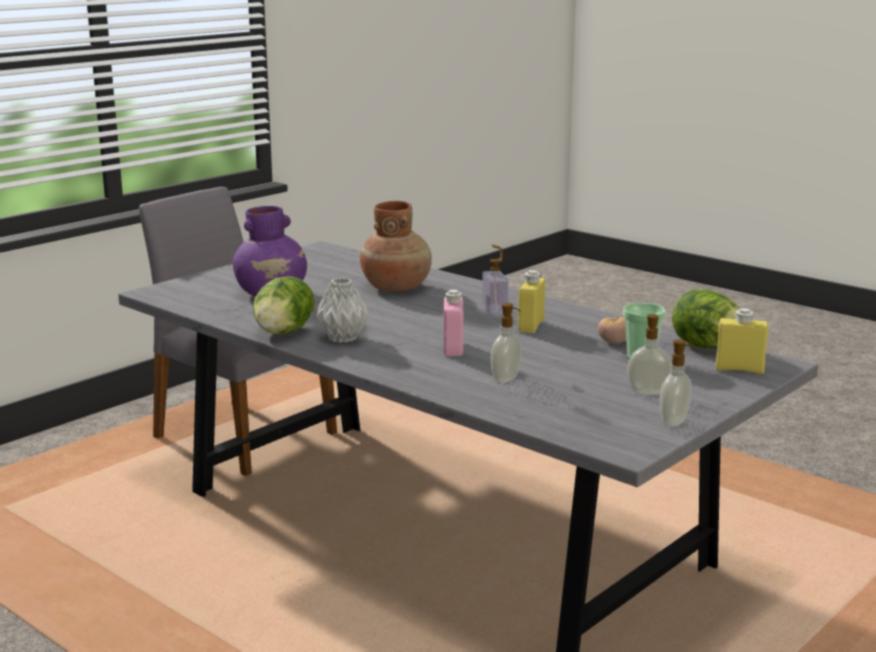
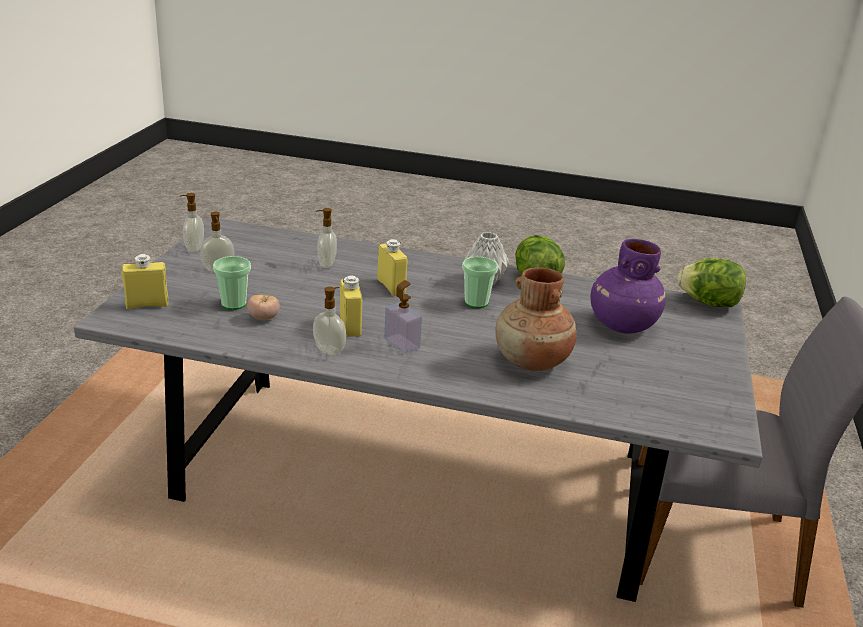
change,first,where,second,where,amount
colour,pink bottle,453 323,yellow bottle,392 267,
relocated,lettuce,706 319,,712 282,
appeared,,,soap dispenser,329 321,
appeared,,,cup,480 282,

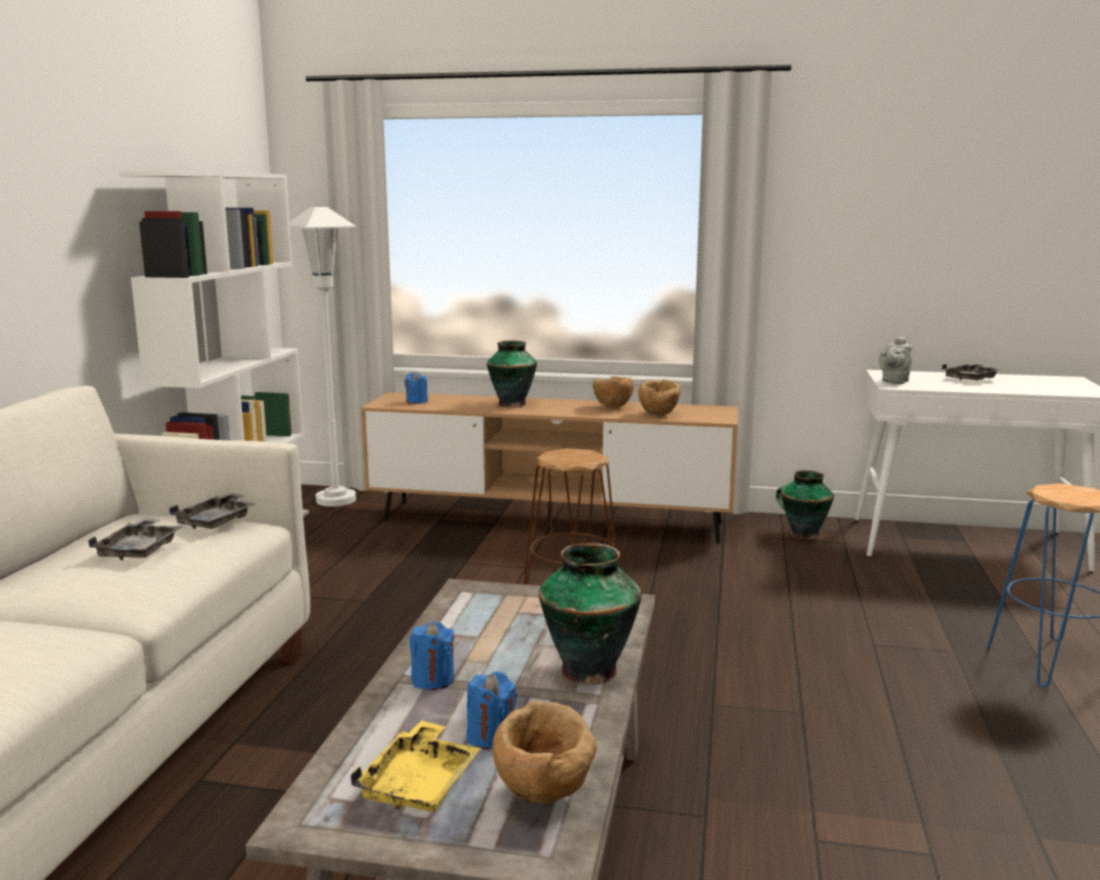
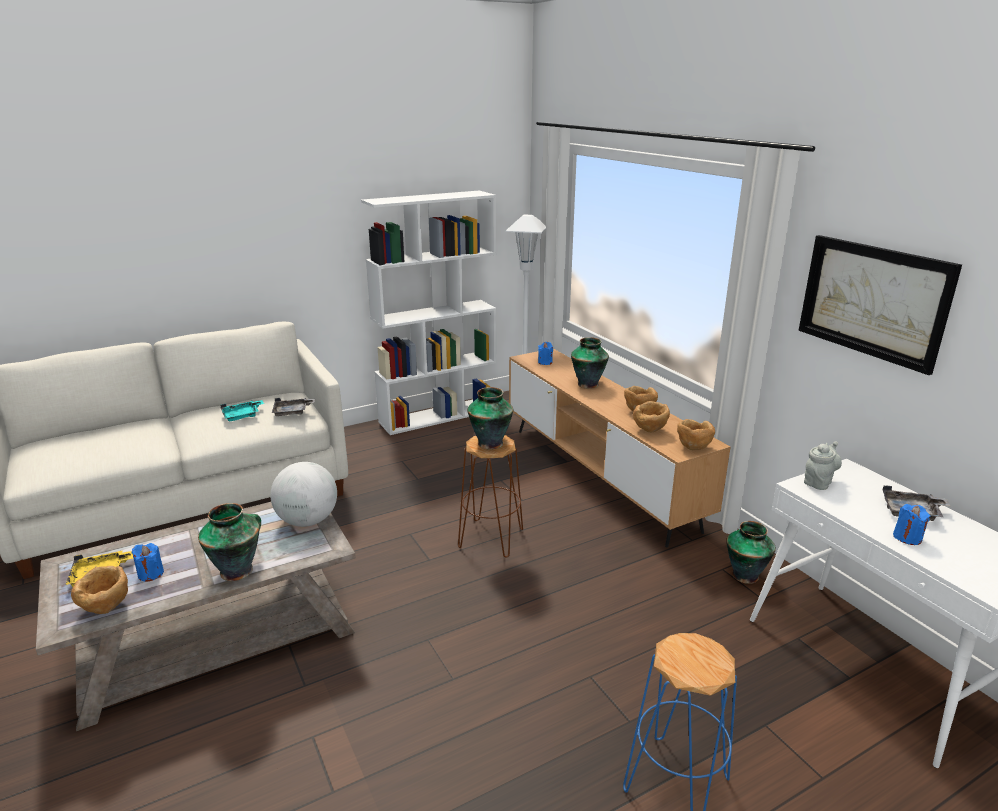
change,first,where,second,where,amount
colour,grey tray,135 539,turquoise tray,242 410,
relocated,blue candle,431 655,,911 524,
spun,grey teapot,895 360,,823 465,135 degrees clockwise
appeared,,,globe,303 494,
appeared,,,vase,490 418,
appeared,,,brown bowl,696 434,
appeared,,,picture,880 305,

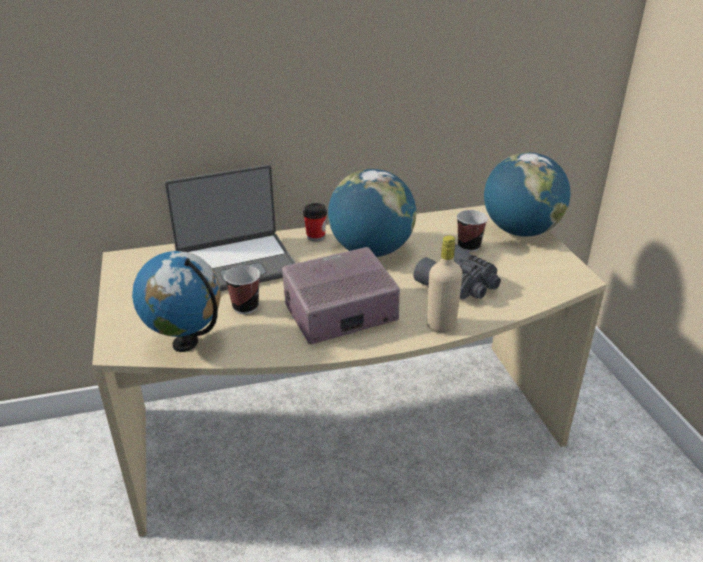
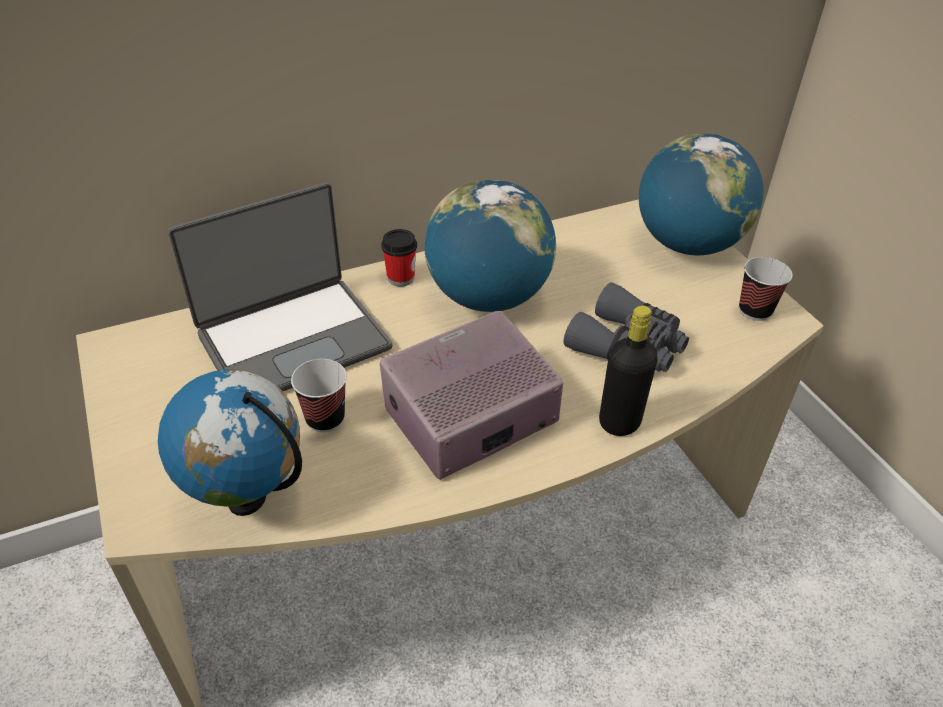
change,first,where,second,where,amount
colour,beige bottle,445 284,black bottle,628 370,
relocated,cup,472 231,,766 289,

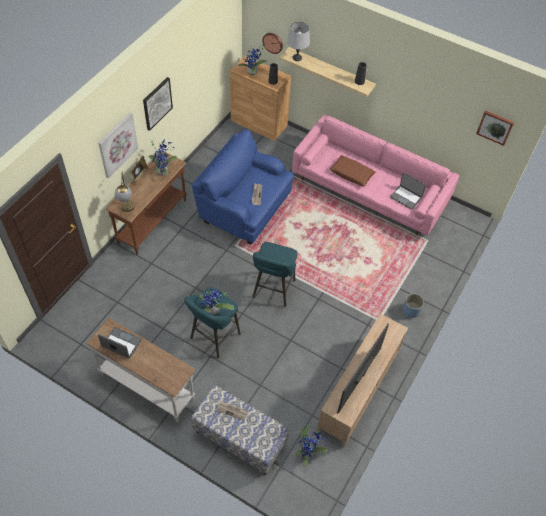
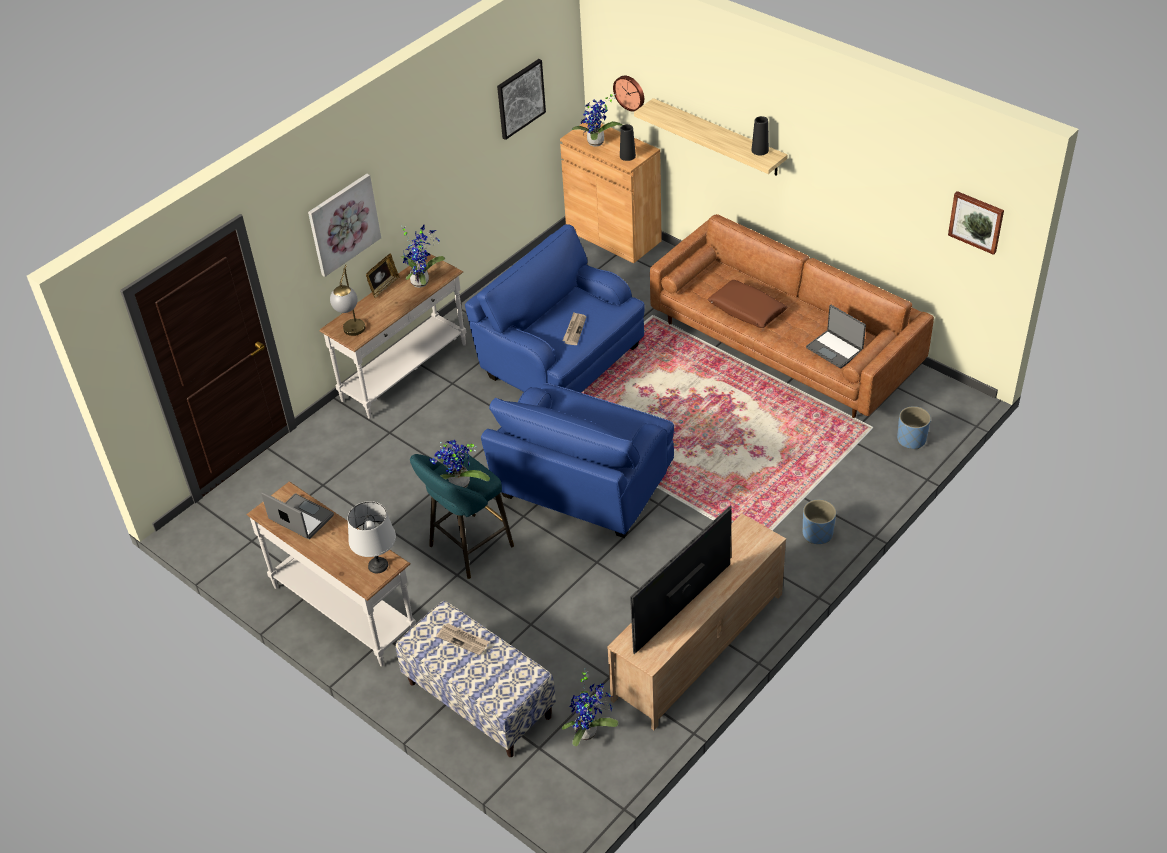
change,first,where,second,where,amount
colour,brown console table,146 203,white console table,393 336,
relocated,picture,158 104,,521 99,
exchanged,turquoise stool,275 274,blue armchair,577 460,
relocated,grey table lamp,298 41,,372 537,
colour,pink sofa,375 175,brown sofa,792 316,
appeared,,,blue planter,914 427,

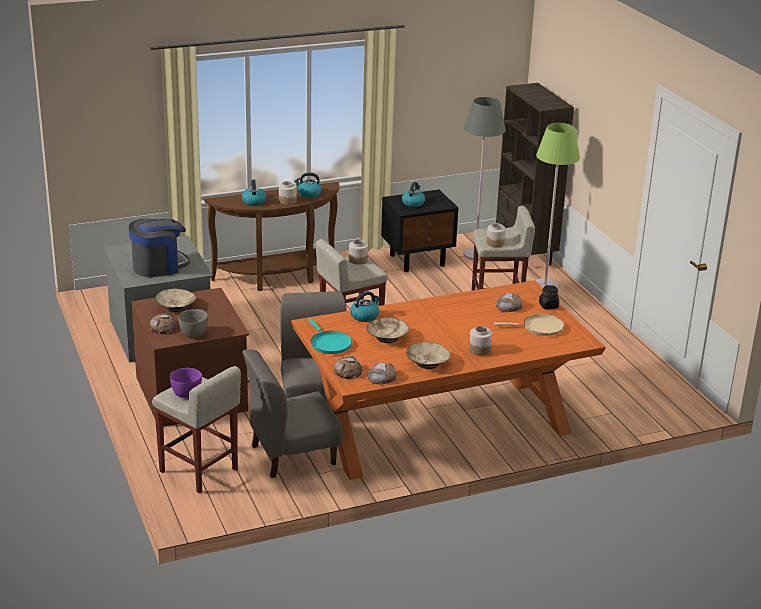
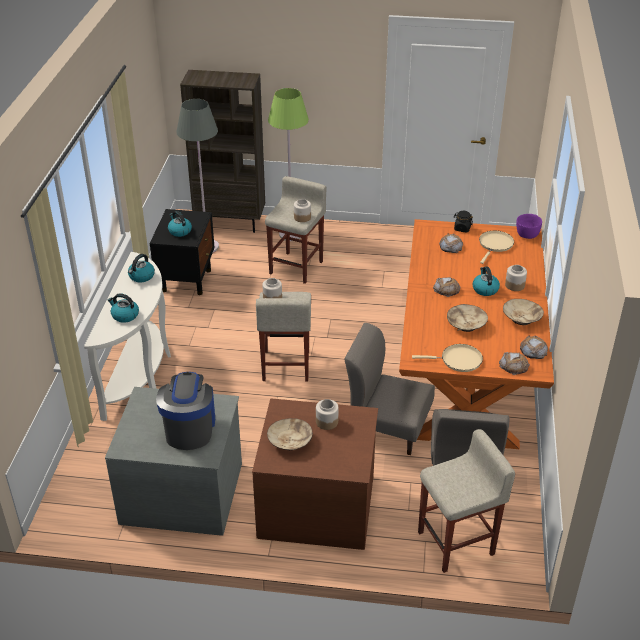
change,first,where,second,where,amount
relocated,bread,162 323,,447 287,
relocated,purple bowl,186 383,,529 226,
missing,grey bowl,193 323,,,
colour,brown console table,271 236,white console table,127 336,
relocated,jar,288 193,,327 414,
colour,turquoise frying pan,330 336,beige frying pan,447 358,
relocated,kettle,365 306,,486 281,

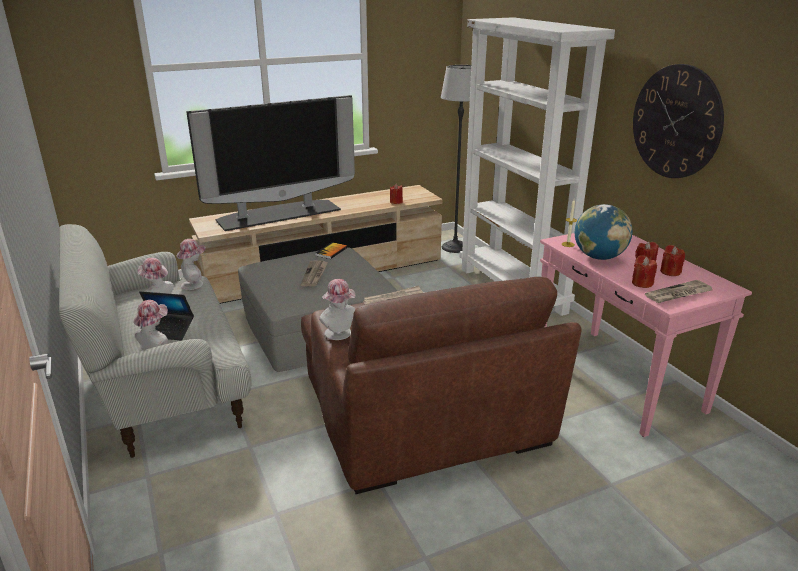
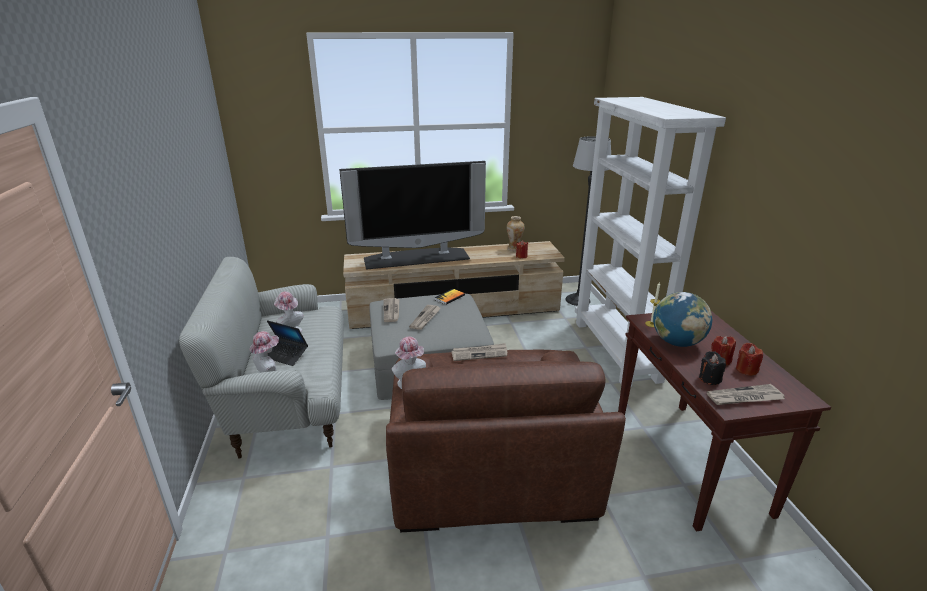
change,first,where,second,where,amount
missing,hat,191 264,,,
colour,pink console table,646 335,brown console table,724 421,
colour,red candle,644 271,black candle,712 368,
missing,wall clock,678 121,,,
appeared,,,newspaper,391 310,
appeared,,,vase,516 233,

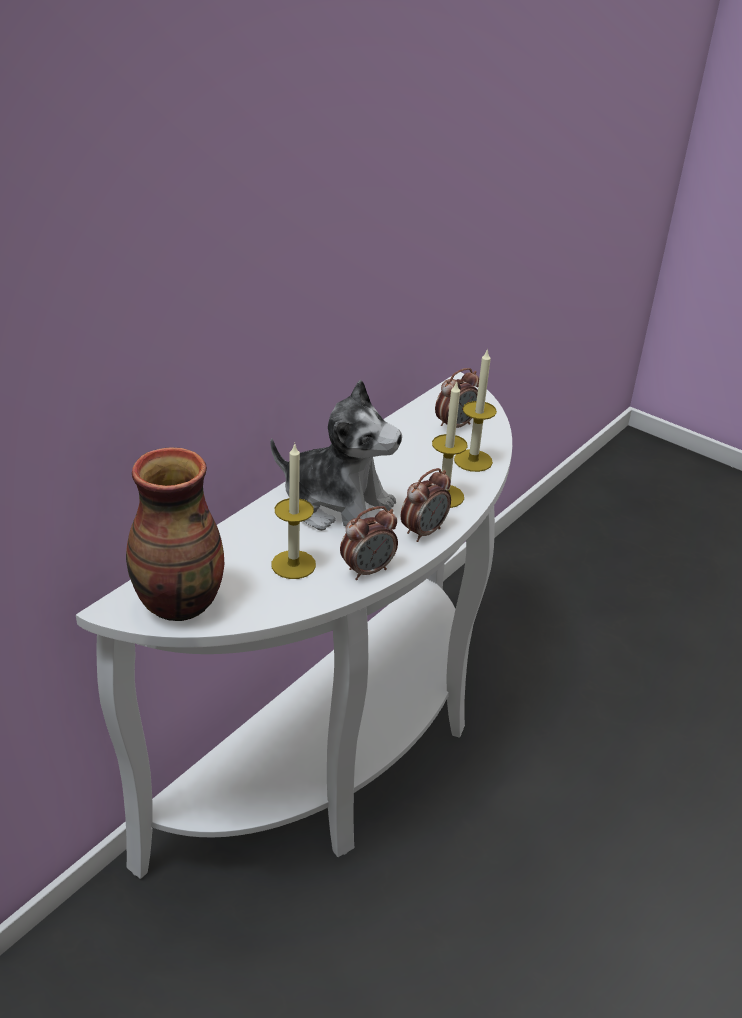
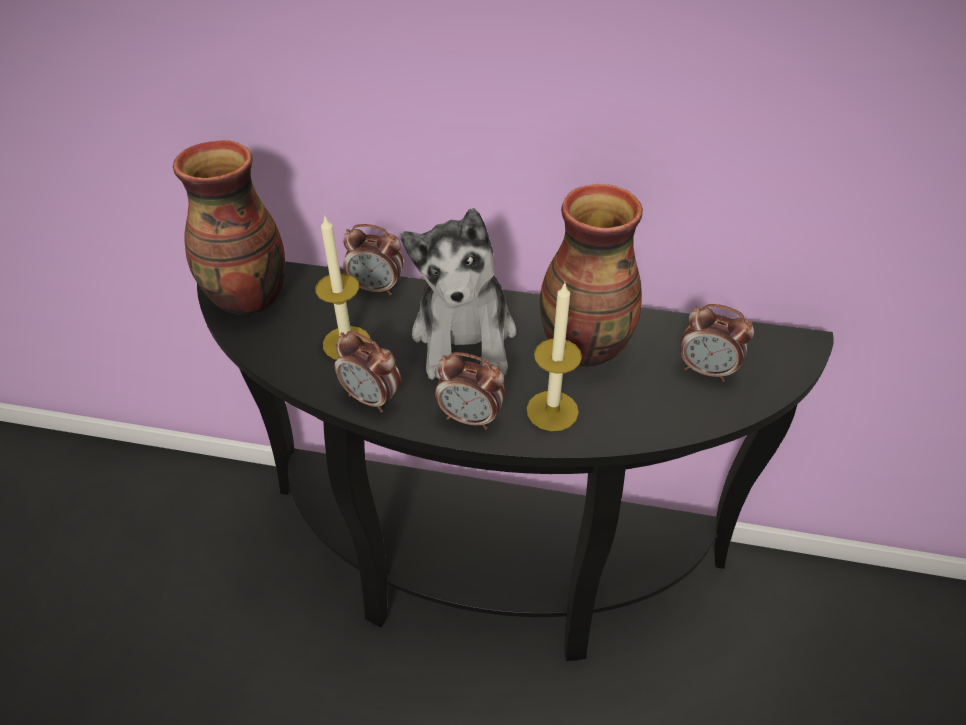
change,first,where,second,where,amount
colour,white console table,294 625,black console table,515 461,
missing,candle,475 410,,,
appeared,,,alarm clock,373 259,
appeared,,,vase,591 275,

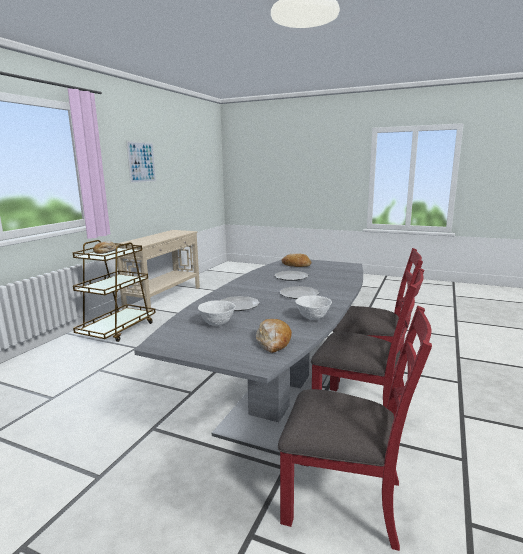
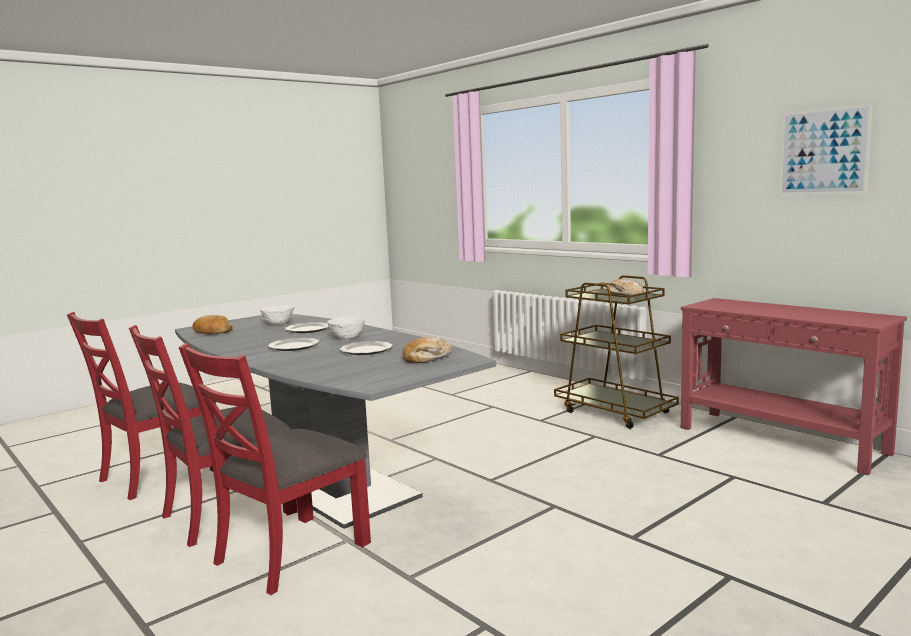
change,first,where,second,where,amount
colour,beige console table,158 270,red console table,794 386,
relocated,white bowl,313 307,,346 328,

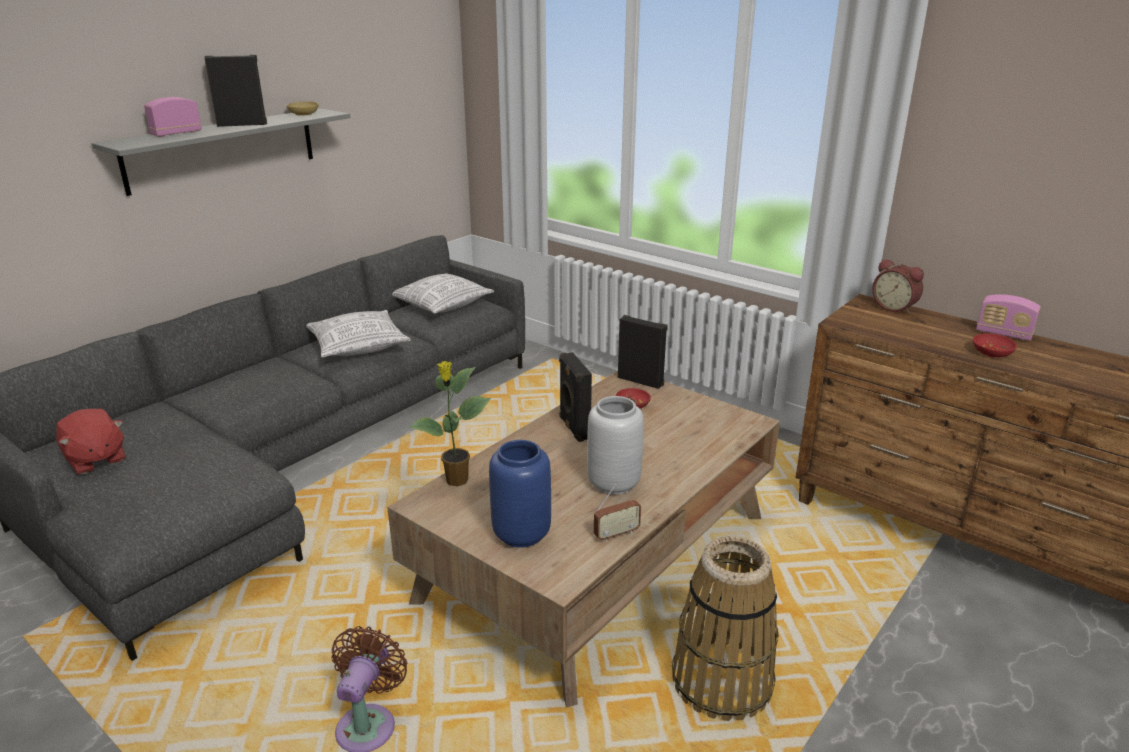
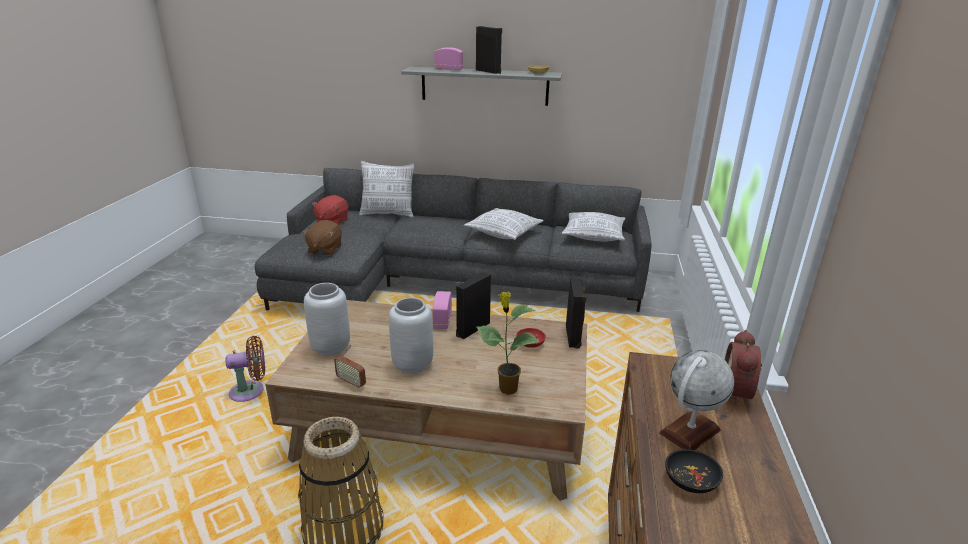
change,first,where,second,where,amount
relocated,potted plant,449 423,,508 343,
colour,blue vase,520 494,grey vase,327 319,
colour,red bowl,995 345,black bowl,694 471,
relocated,radio,1008 317,,442 310,
appeared,,,brown plush toy,322 238,
appeared,,,pillow,386 189,
appeared,,,globe,696 400,

